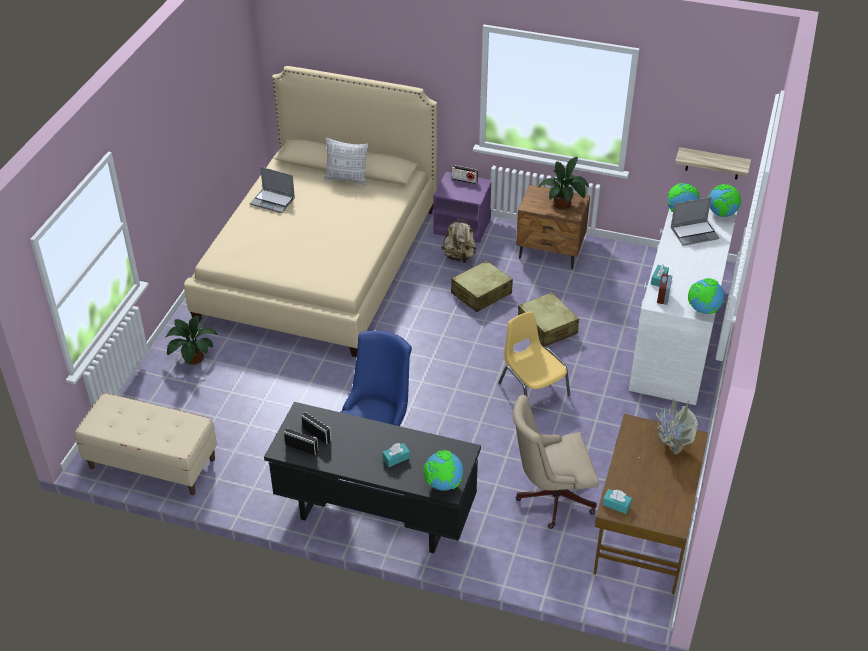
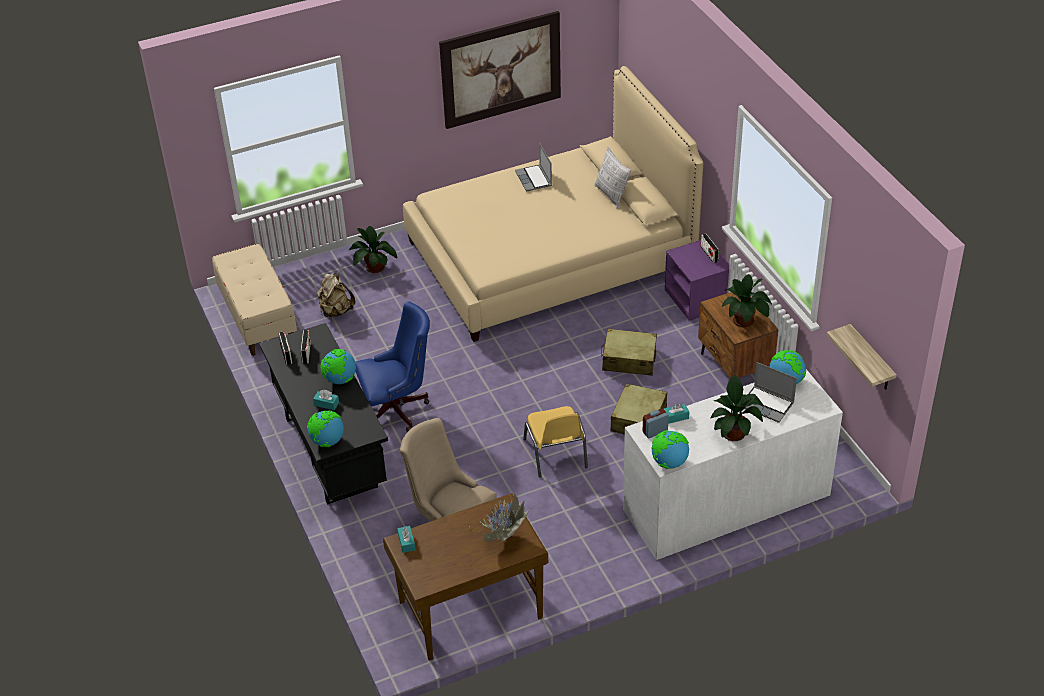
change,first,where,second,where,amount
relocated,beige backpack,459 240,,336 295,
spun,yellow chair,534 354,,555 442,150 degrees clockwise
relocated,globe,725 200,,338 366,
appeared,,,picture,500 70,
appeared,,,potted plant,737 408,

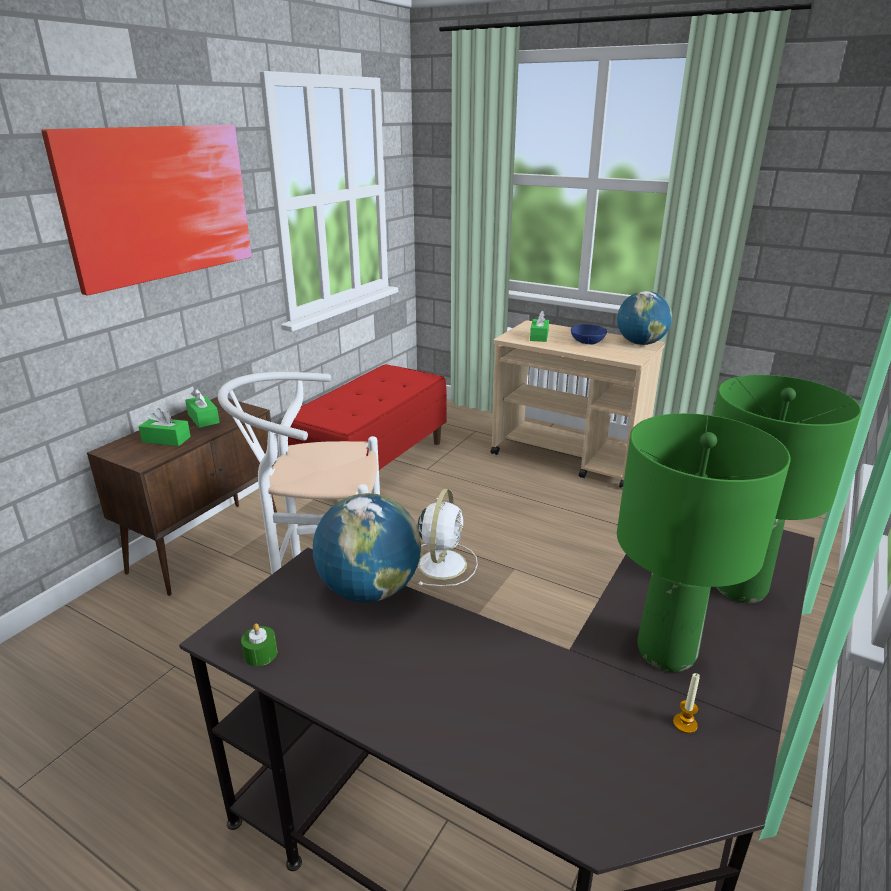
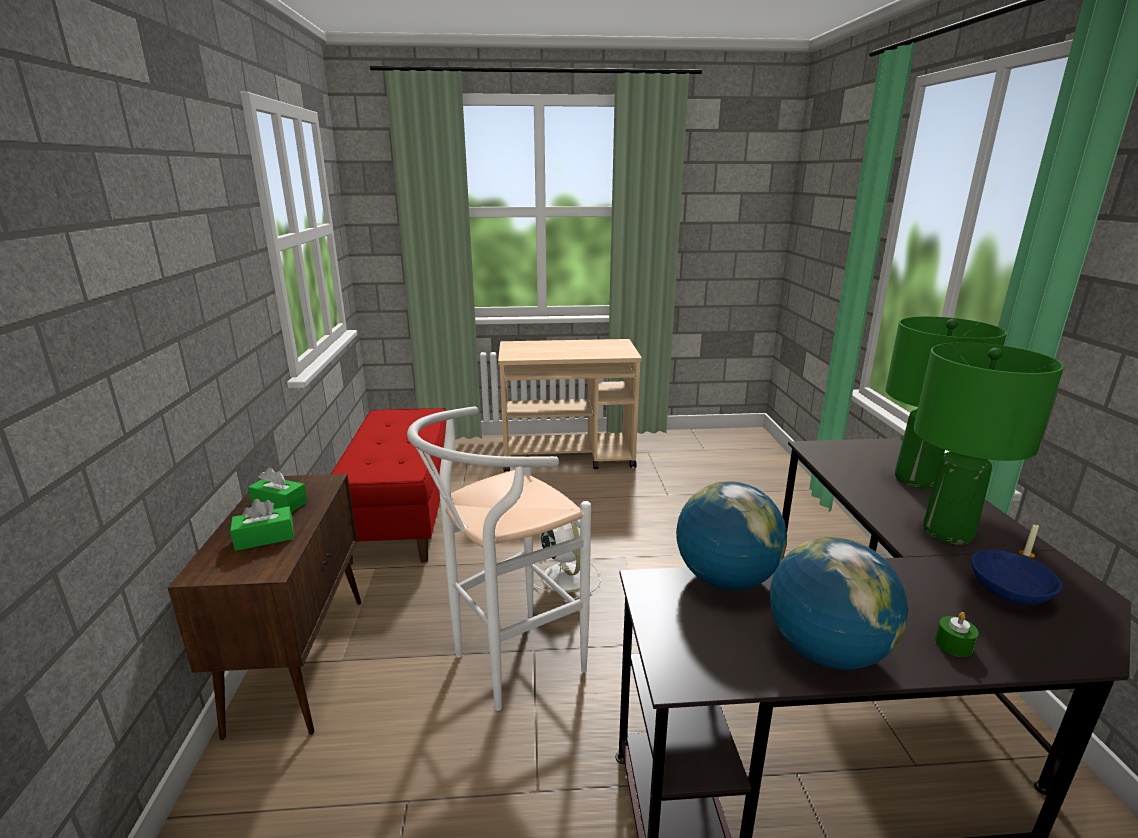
change,first,where,second,where,amount
missing,picture,146 210,,,
relocated,green candle,259 644,,957 634,
missing,green tissue box,539 326,,,
relocated,blue bowl,589 334,,1017 577,
relocated,globe,644 318,,839 603,

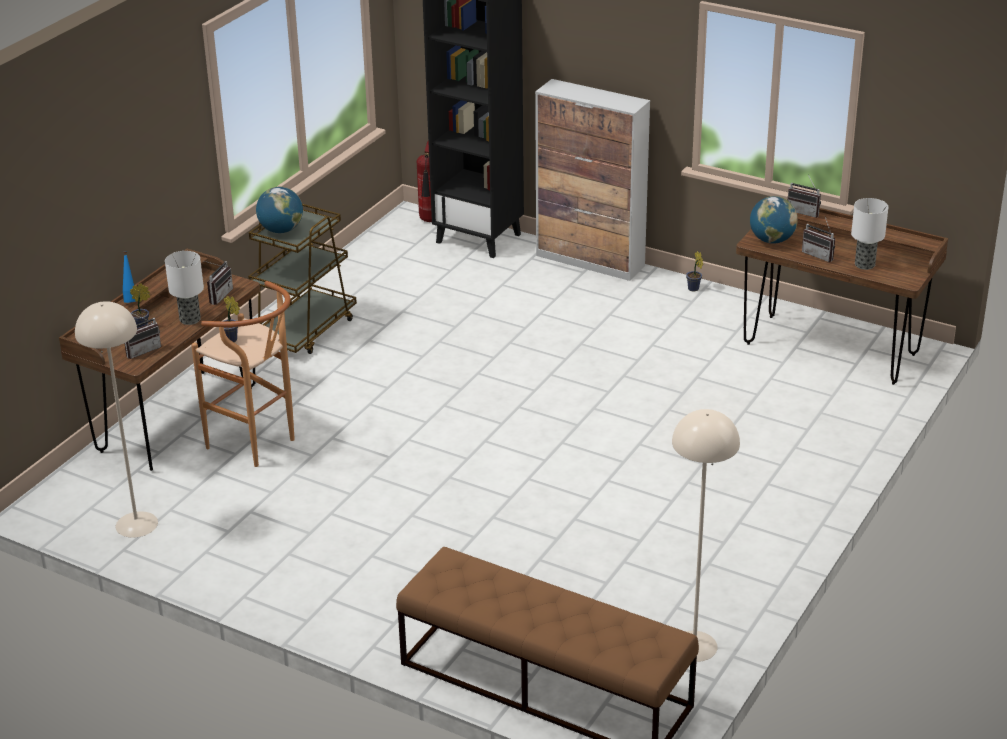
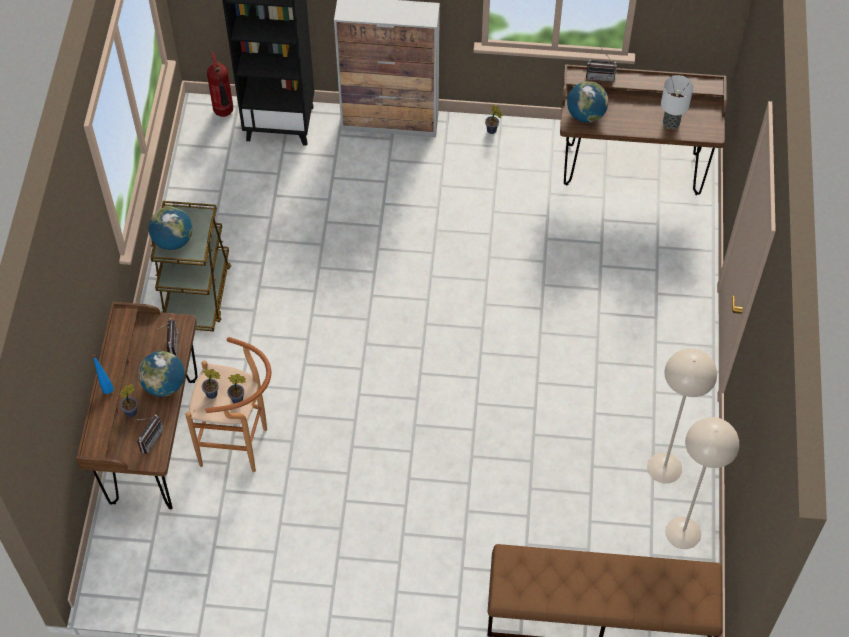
change,first,where,second,where,amount
relocated,beige floor lamp,116 419,,682 416,
exchanged,table lamp,184 288,globe,161 374,
missing,radio,818 239,,,
appeared,,,potted plant,236 389,

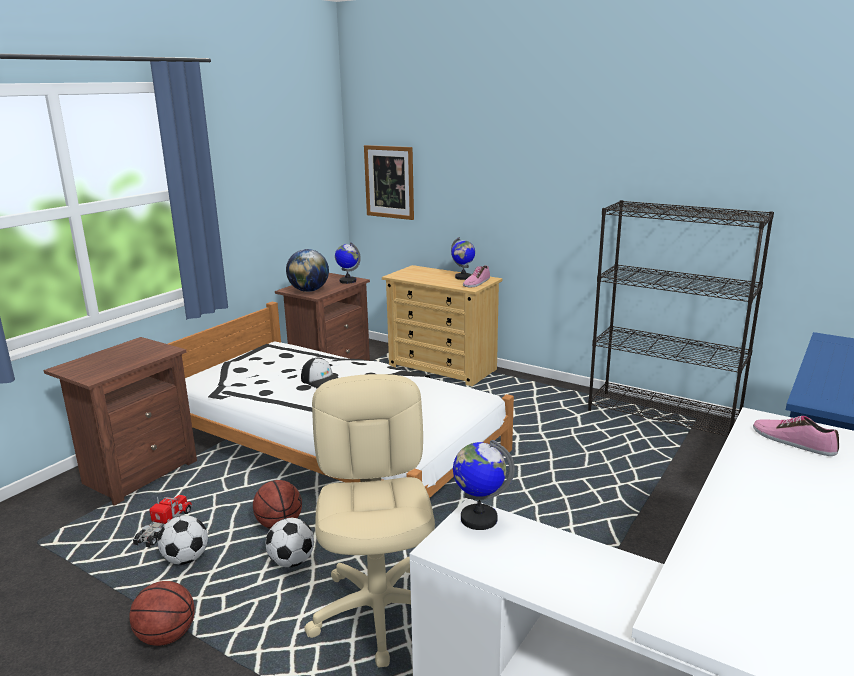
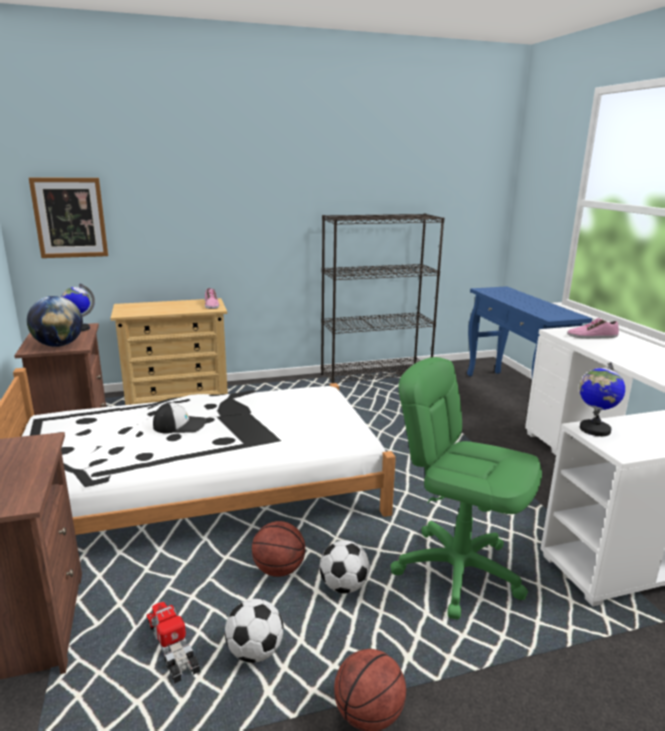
change,first,where,second,where,amount
colour,beige office chair,369 521,green office chair,466 488,
missing,globe,463 258,,,

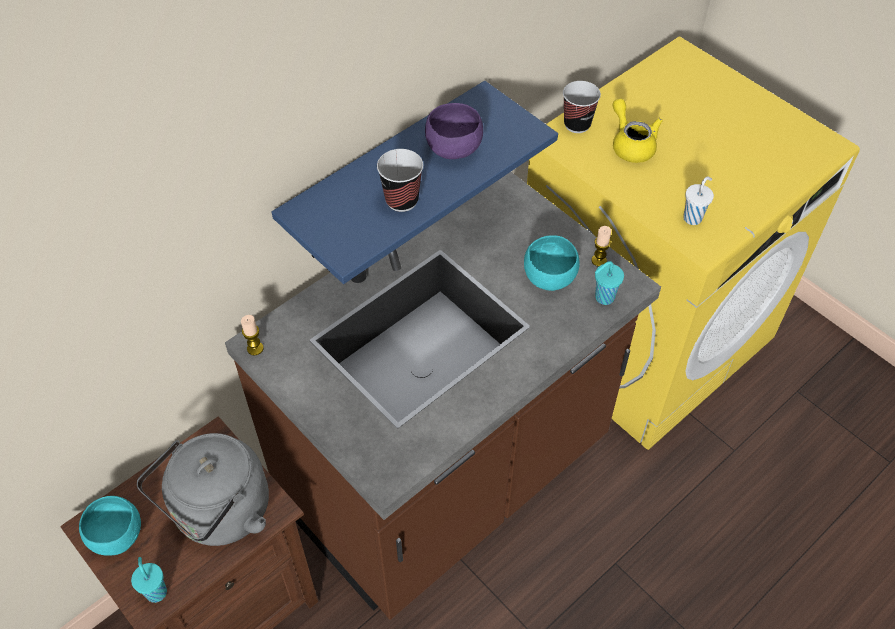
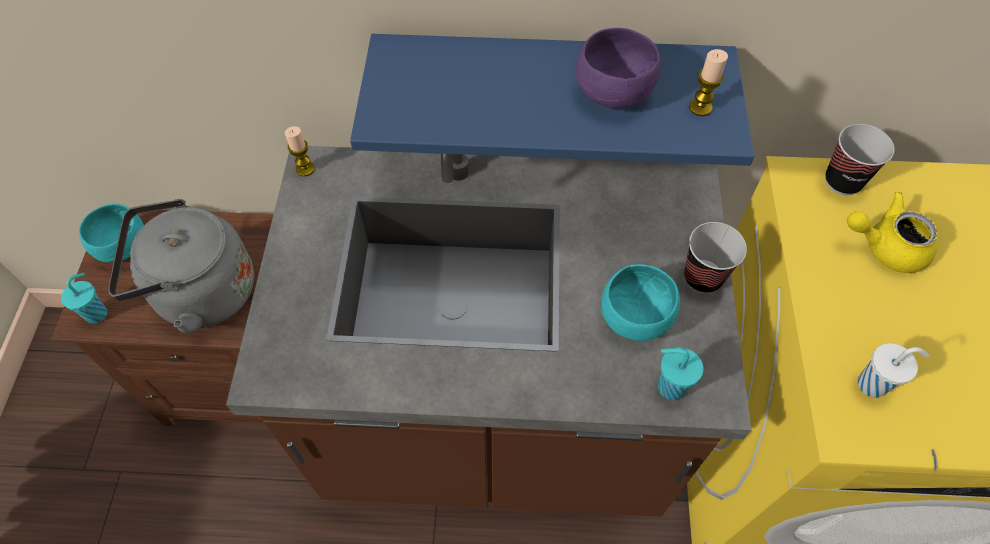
change,first,where,second,where,amount
relocated,cup,400 180,,715 258,
relocated,candle,601 246,,708 82,
spun,yellow teapot,638 130,,892 232,105 degrees counterclockwise

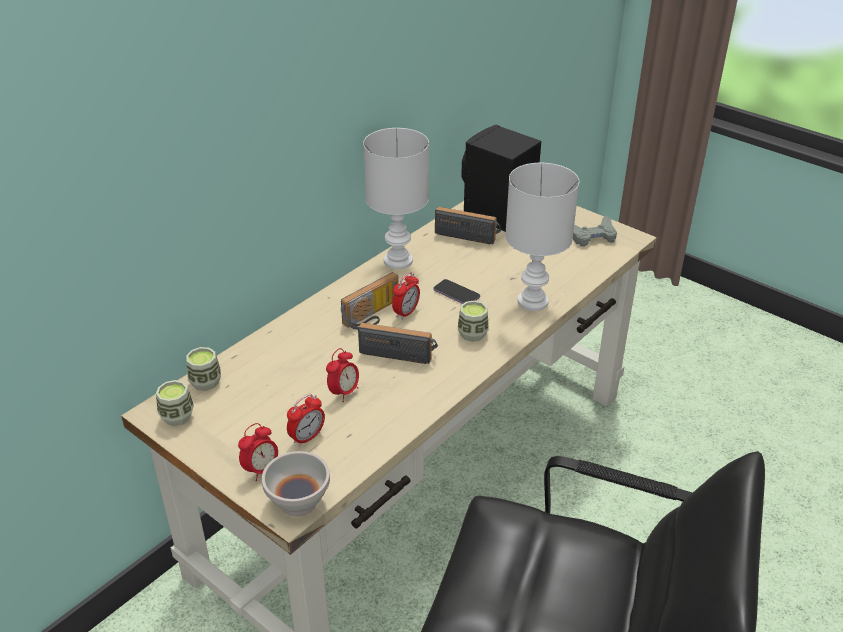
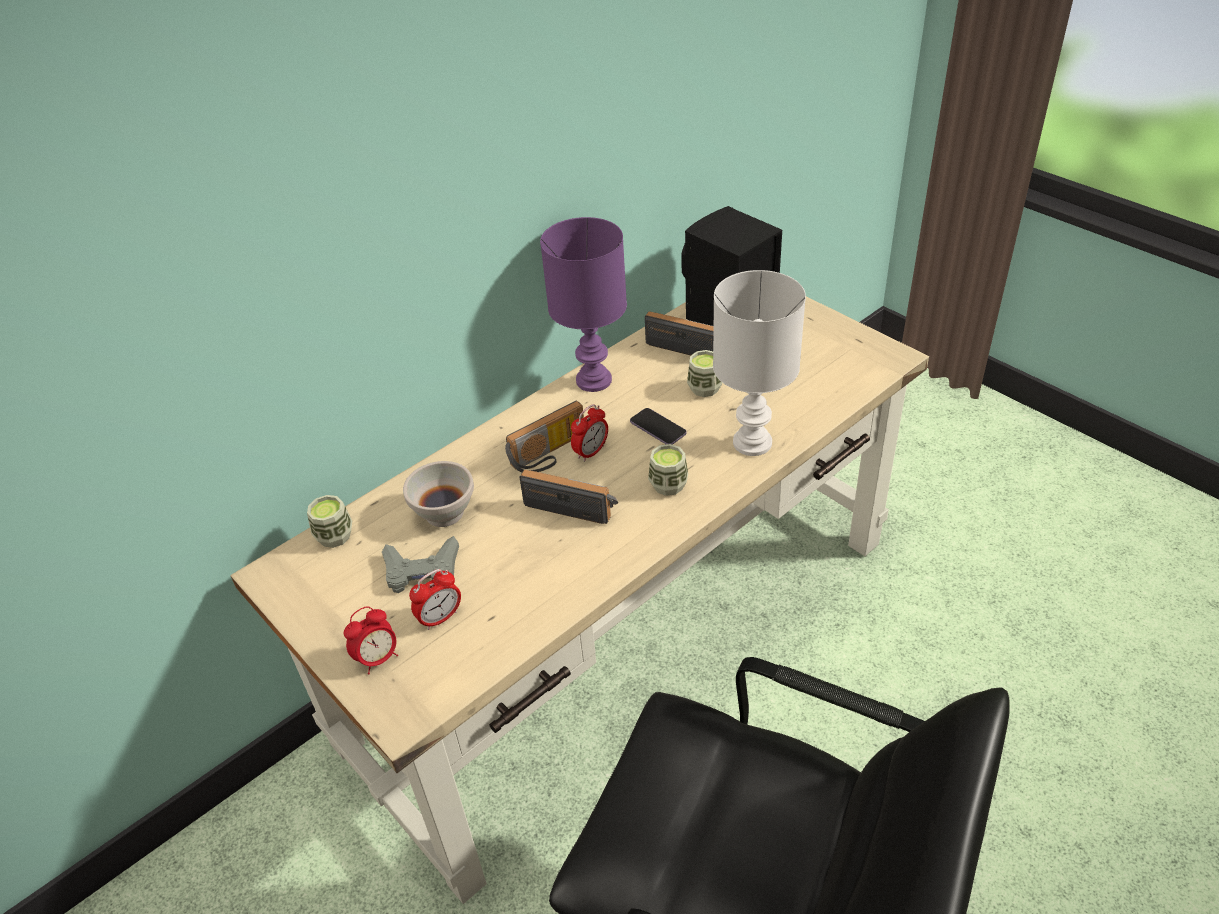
change,first,where,second,where,amount
relocated,cup,175 403,,704 373,
relocated,white bowl,296 483,,438 494,
missing,alarm clock,342 375,,,
colour,white table lamp,396 198,purple table lamp,583 304,
relocated,grey game controller,595 231,,420 564,

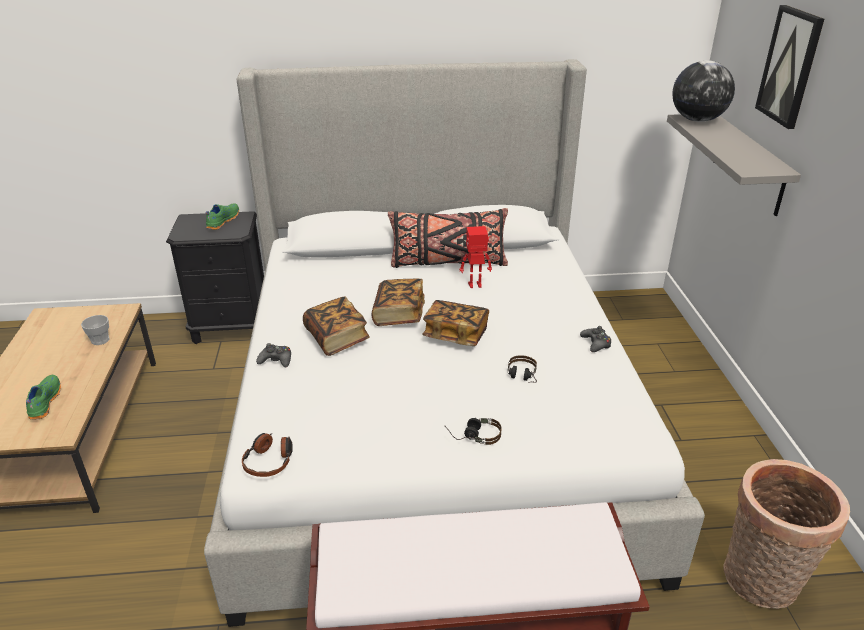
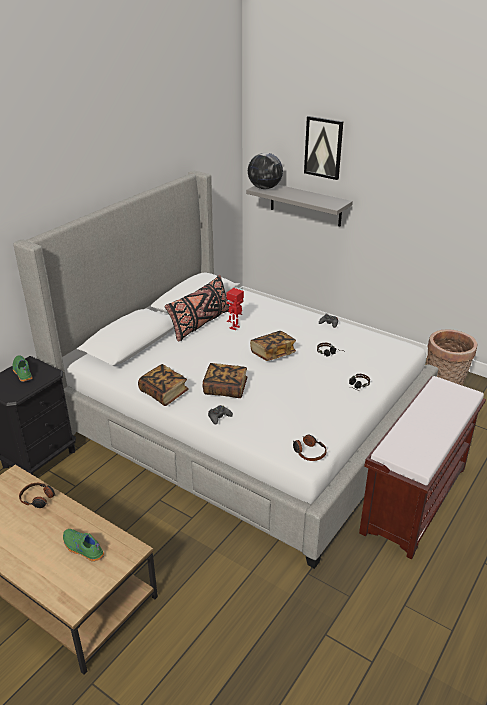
change,first,where,second,where,amount
exchanged,cup,95 330,headphones,37 495,
relocated,book,398 302,,163 385,

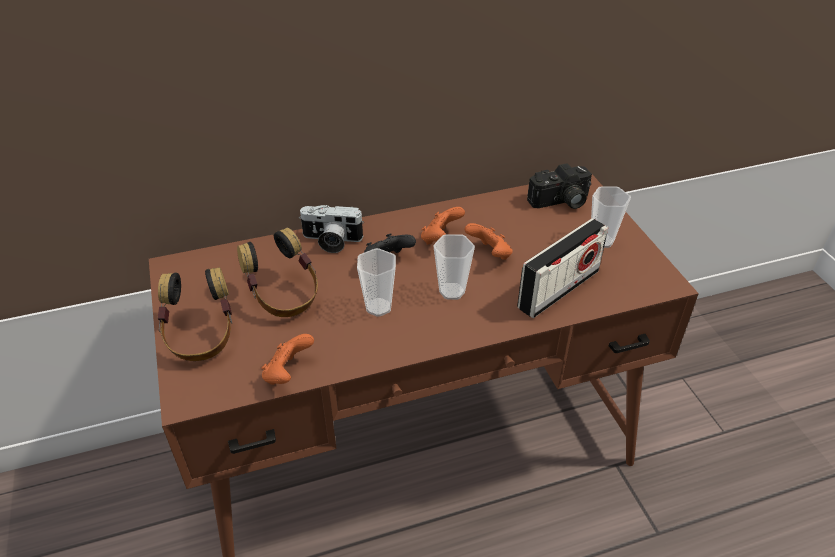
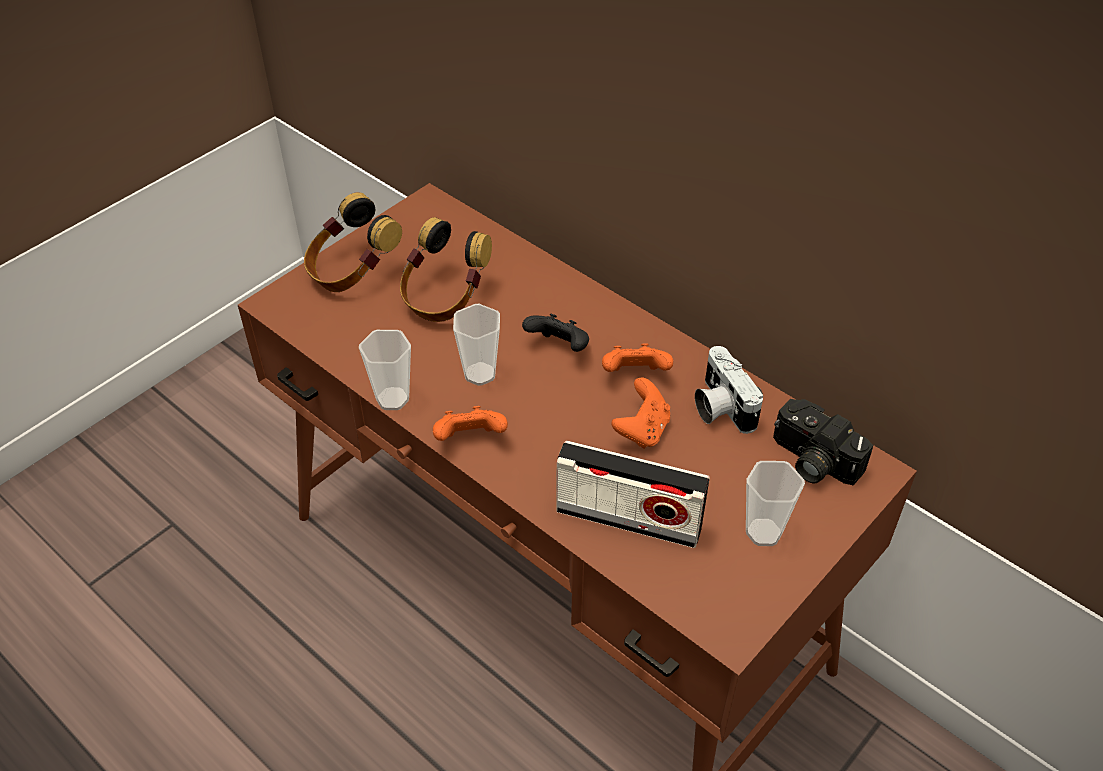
change,first,where,second,where,amount
relocated,orange game controller,287 359,,470 423,
relocated,photo camera,331 229,,729 390,
relocated,cup,454 267,,385 370,

